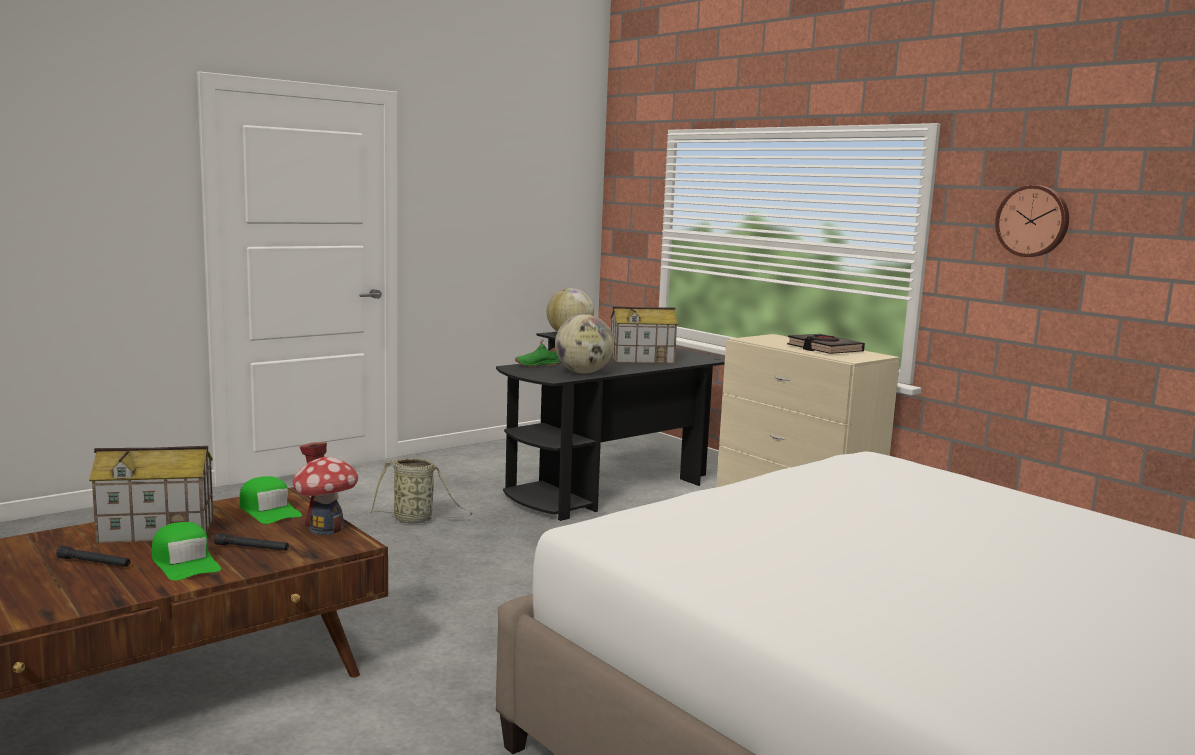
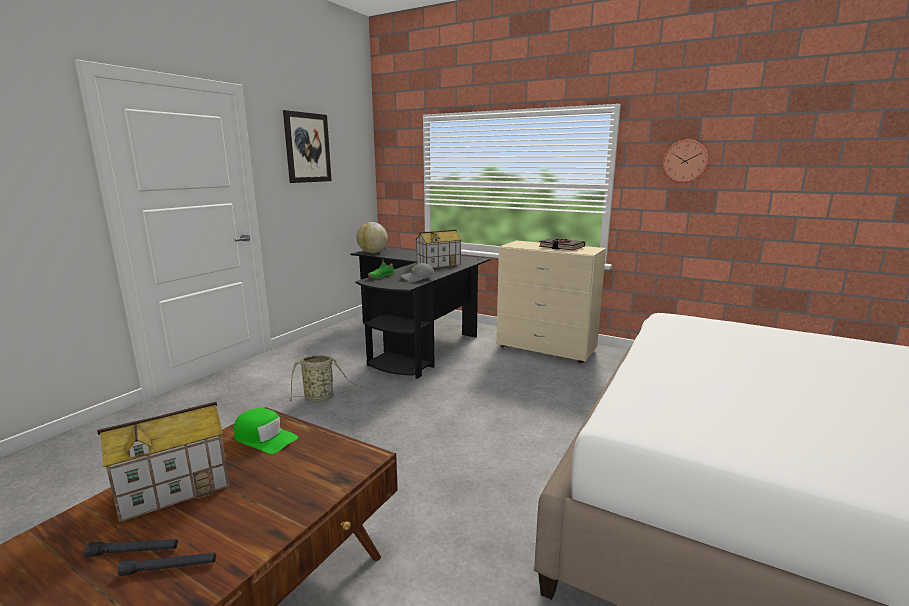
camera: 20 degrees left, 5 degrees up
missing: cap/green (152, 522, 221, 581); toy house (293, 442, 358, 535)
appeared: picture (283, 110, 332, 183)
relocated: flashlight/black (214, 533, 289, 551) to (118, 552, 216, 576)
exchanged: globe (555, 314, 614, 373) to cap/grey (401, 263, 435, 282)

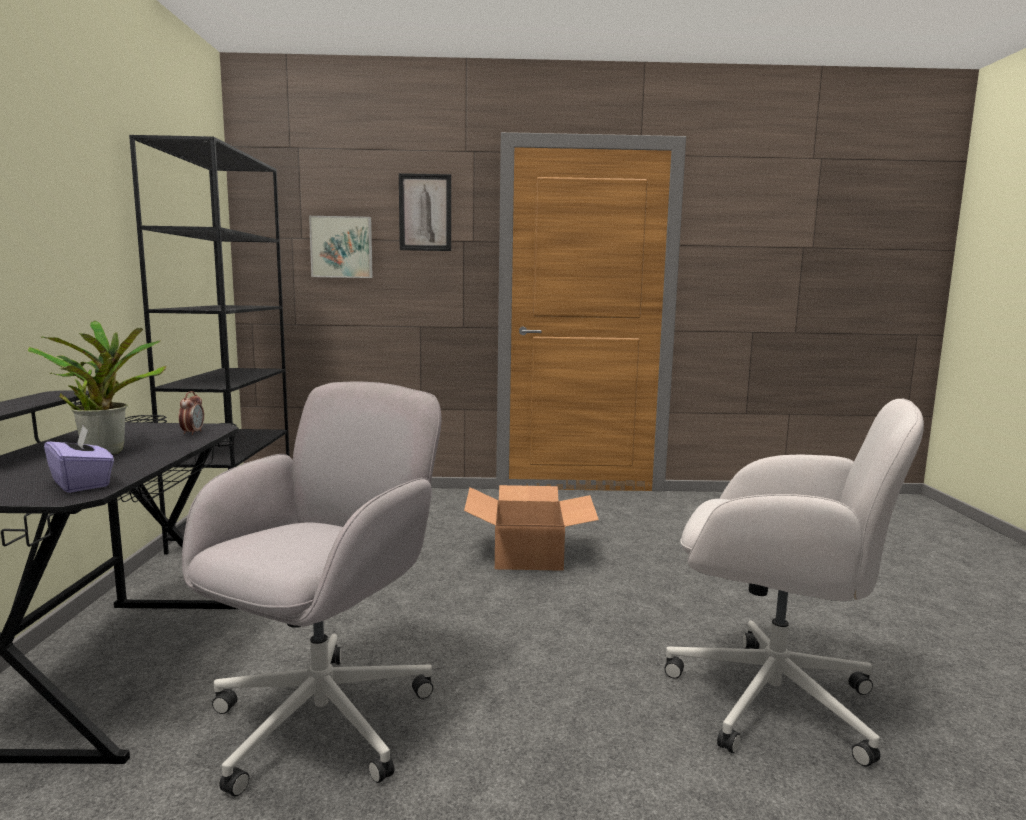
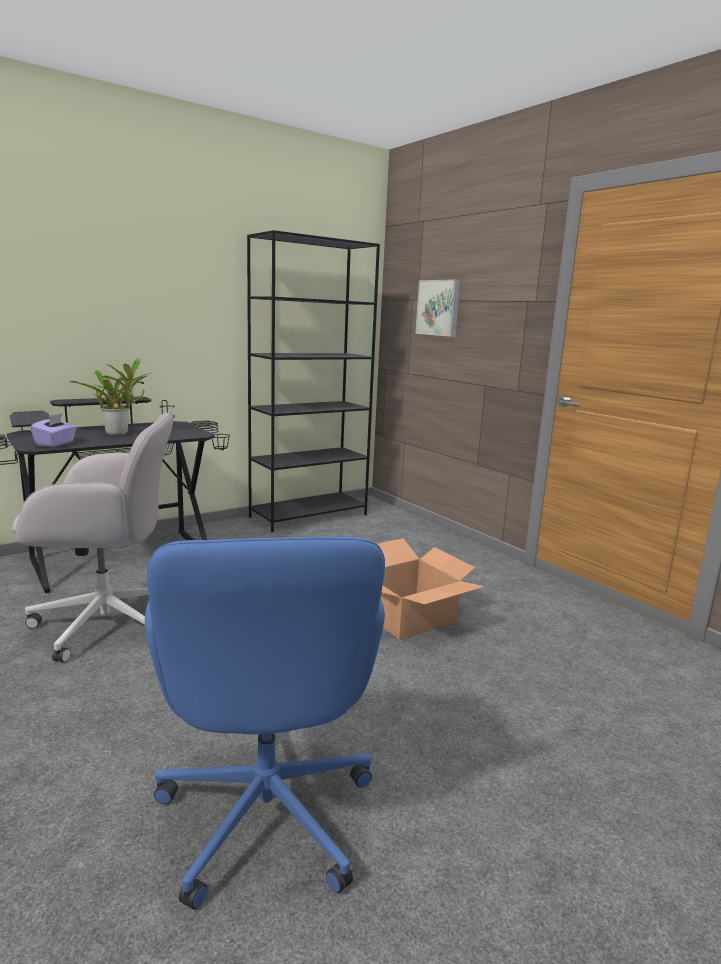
camera: 55 degrees right, 5 degrees up
missing: alarm clock (179, 391, 204, 435); picture (399, 173, 451, 251)
colour: office chair/white (664, 398, 924, 767) to office chair/blue (145, 537, 385, 910)

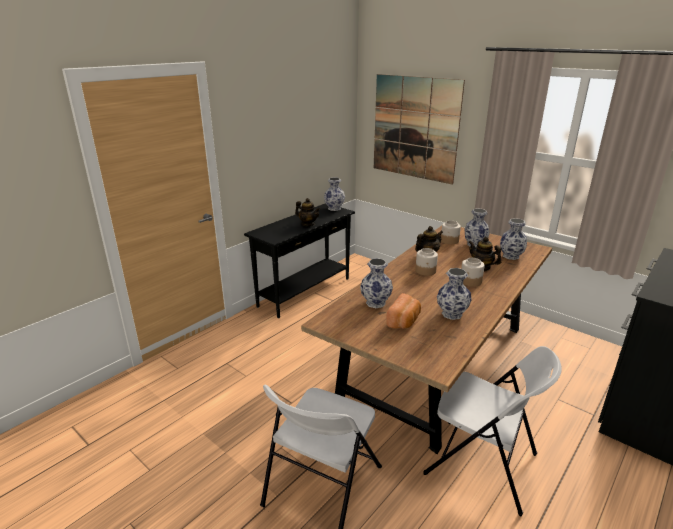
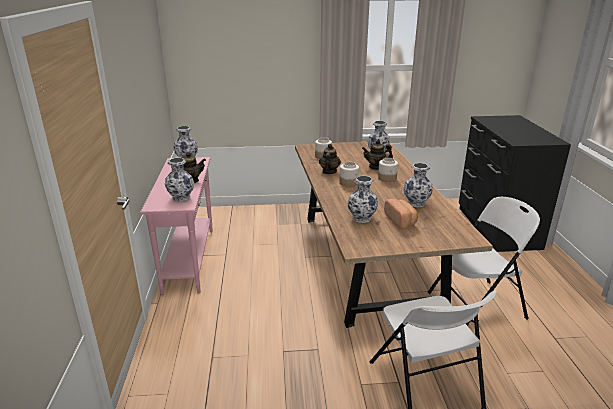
camera: 45 degrees left, 0 degrees up
missing: picture (374, 74, 465, 185)
relocated: vase (465, 208, 489, 248) to (165, 158, 194, 202)
colour: console table/black (244, 203, 355, 318) to console table/pink (140, 157, 213, 295)

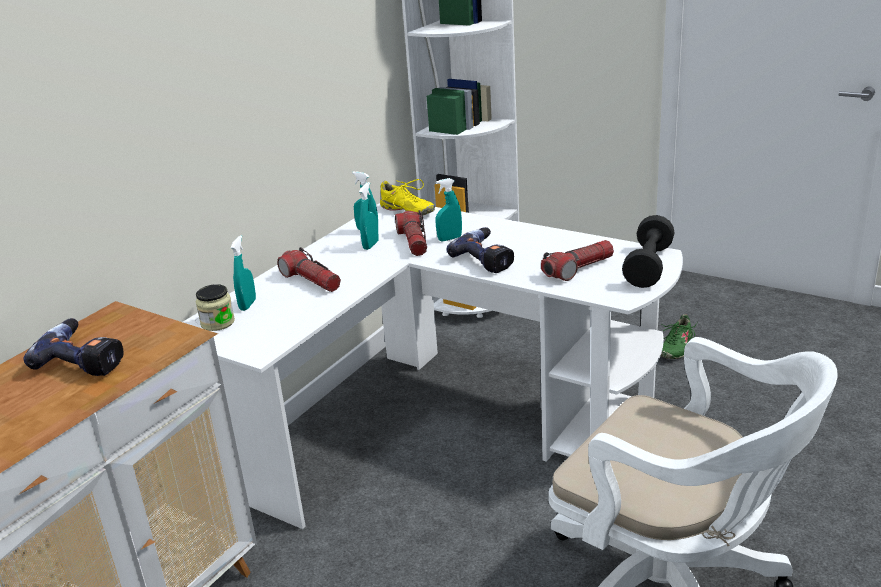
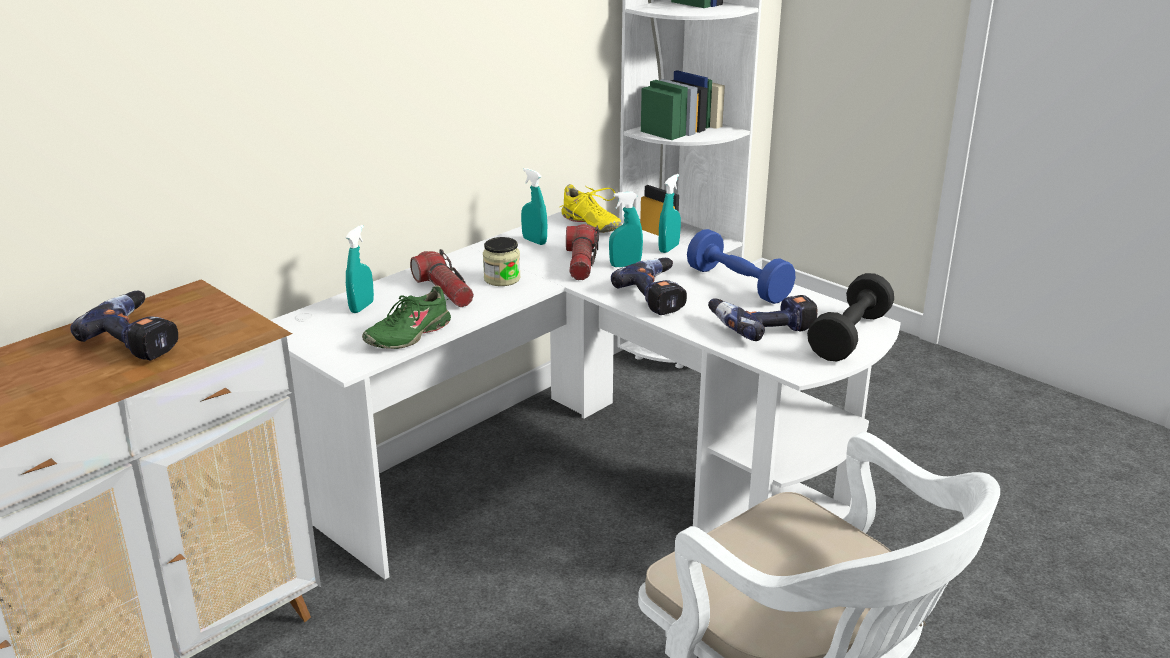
camera: 10 degrees right, 0 degrees up
appeared: dumbbell/blue (687, 229, 795, 304)
relocated: jar (196, 284, 235, 331) to (483, 237, 521, 286); spray bottle/turquoise (359, 182, 379, 250) to (658, 174, 681, 253); shoe/green (661, 314, 697, 359) to (362, 285, 451, 349)
exchanged: flashlight (541, 240, 614, 281) to power drill (708, 295, 817, 341)

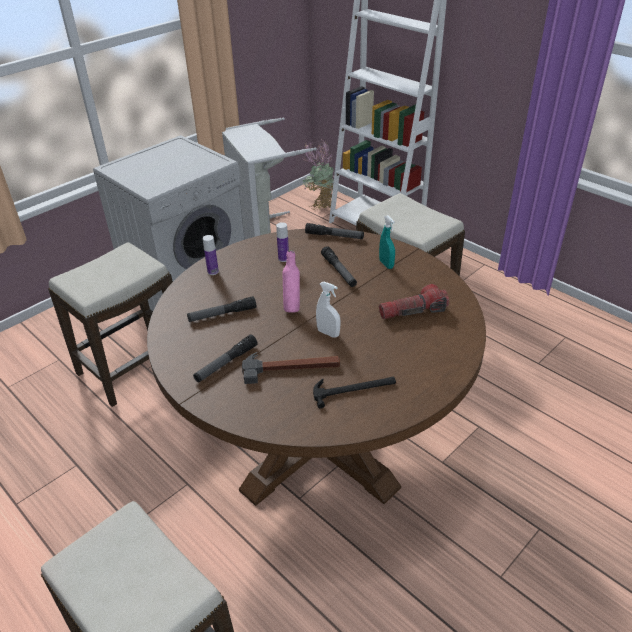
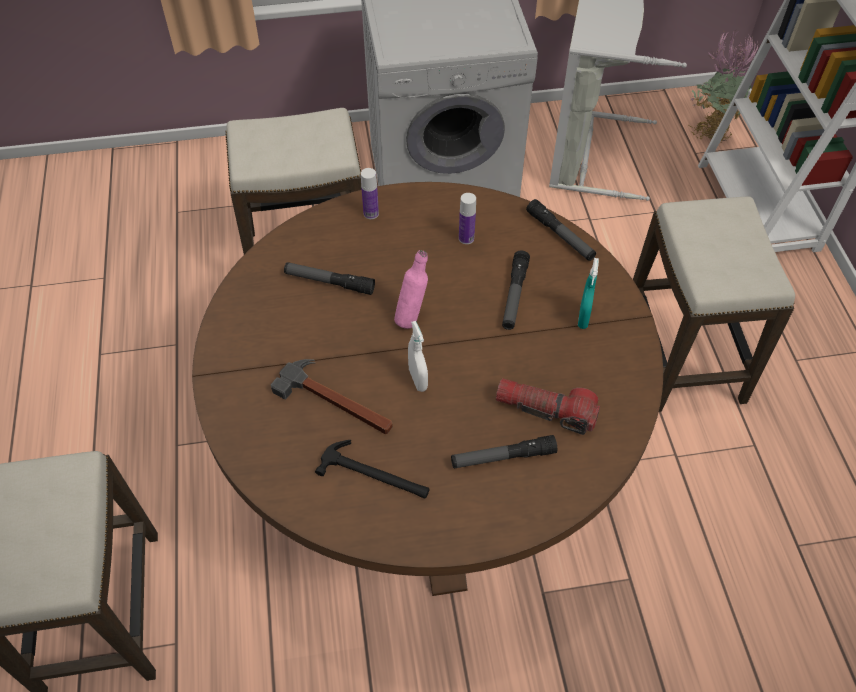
camera: 35 degrees right, 15 degrees up
relocated: flashlight (193, 334, 258, 382) to (451, 435, 557, 468)

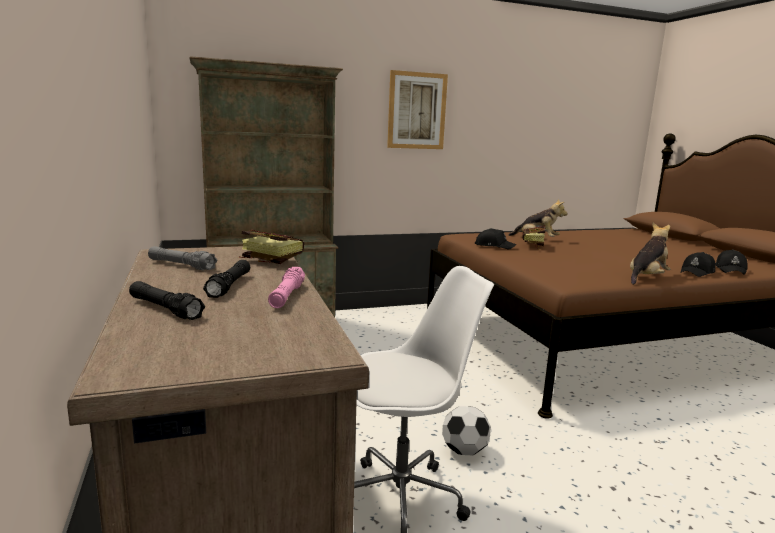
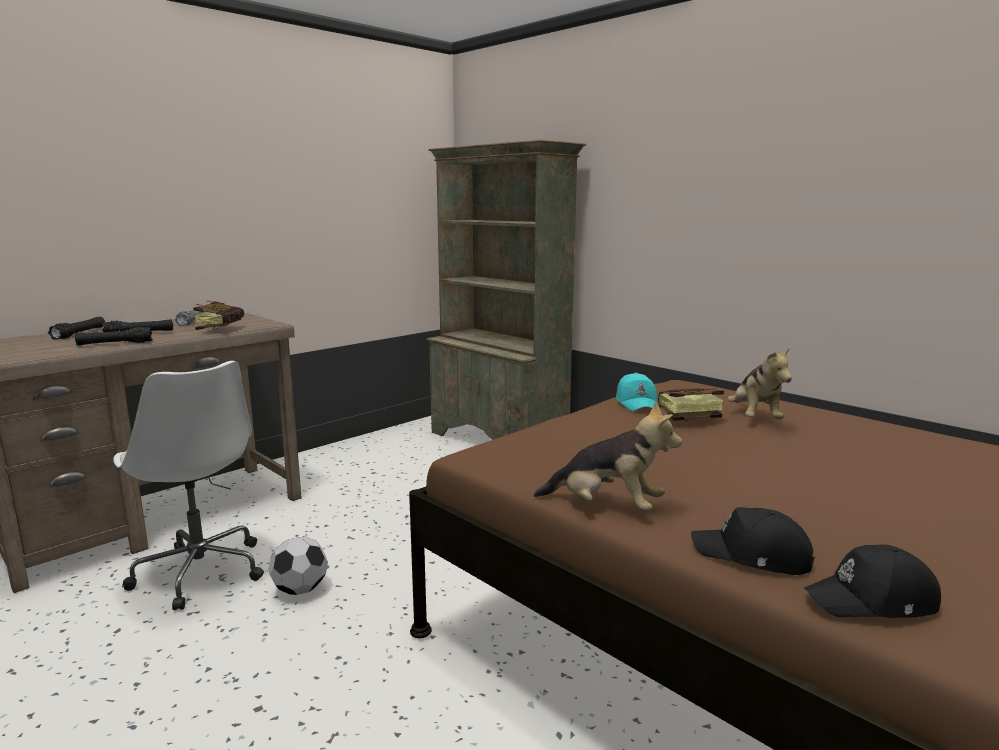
camera: 65 degrees right, 0 degrees up
missing: picture (387, 70, 448, 149)
colour: flashlight/pink (268, 267, 305, 308) to flashlight/black (75, 327, 153, 345); cap/black (475, 228, 516, 249) to cap/turquoise (616, 373, 658, 411)

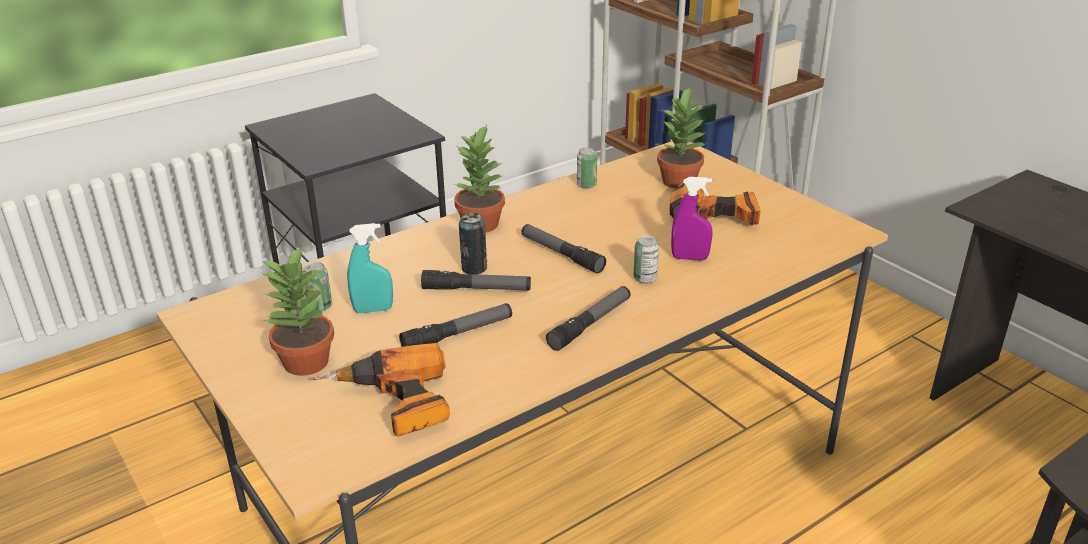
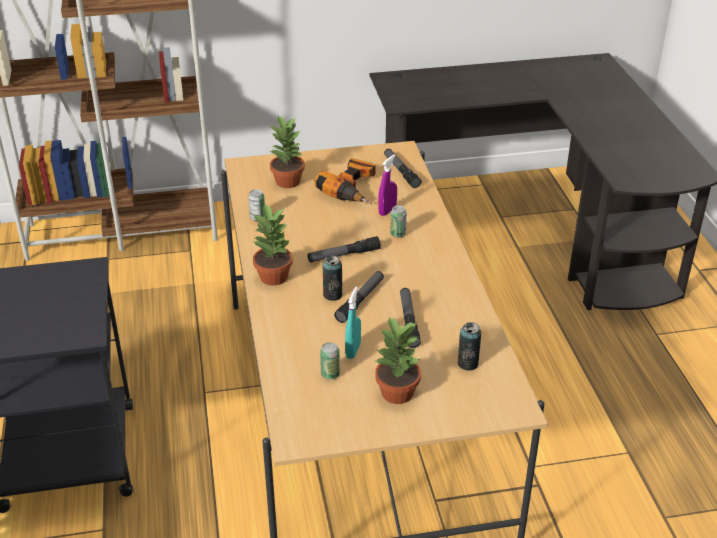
camera: 65 degrees left, 5 degrees up
relocated: flashlight (546, 286, 631, 351) to (384, 149, 421, 188)
exchanged: power drill (313, 343, 450, 437) to can (458, 322, 481, 371)

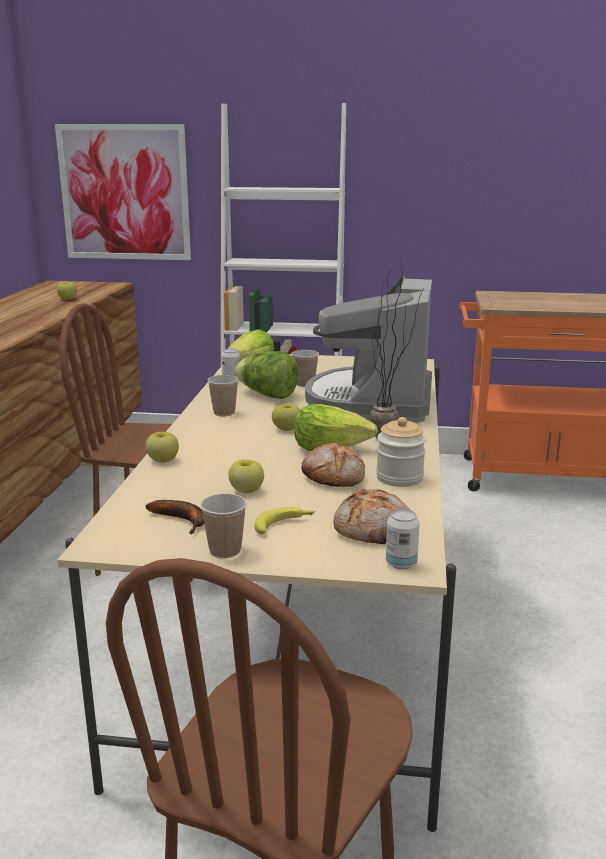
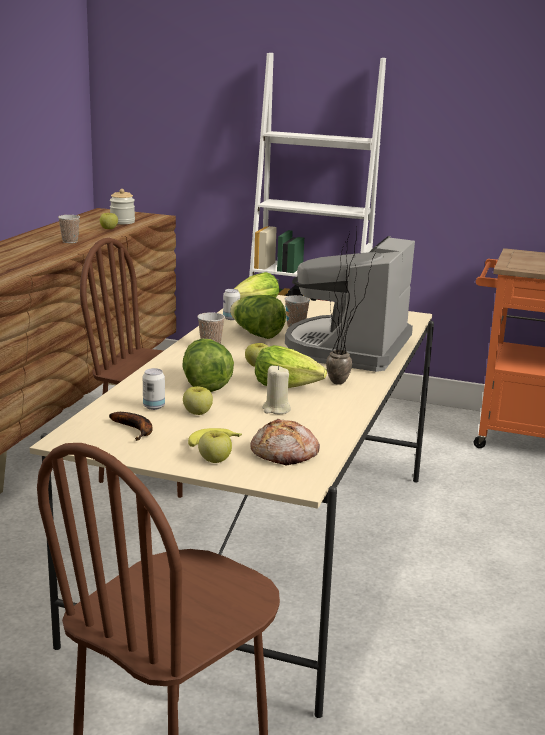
camera: 10 degrees right, 0 degrees up
missing: picture (55, 124, 191, 260)
appeared: lettuce (182, 339, 234, 392)
relocated: apple (146, 432, 179, 463) to (198, 430, 232, 463); cup (200, 493, 247, 558) to (58, 215, 80, 243); jar (376, 417, 426, 487) to (110, 189, 135, 224); can (386, 509, 420, 570) to (143, 368, 165, 410)
exchanged: bread (301, 443, 365, 487) to candle/beige (262, 365, 291, 414)

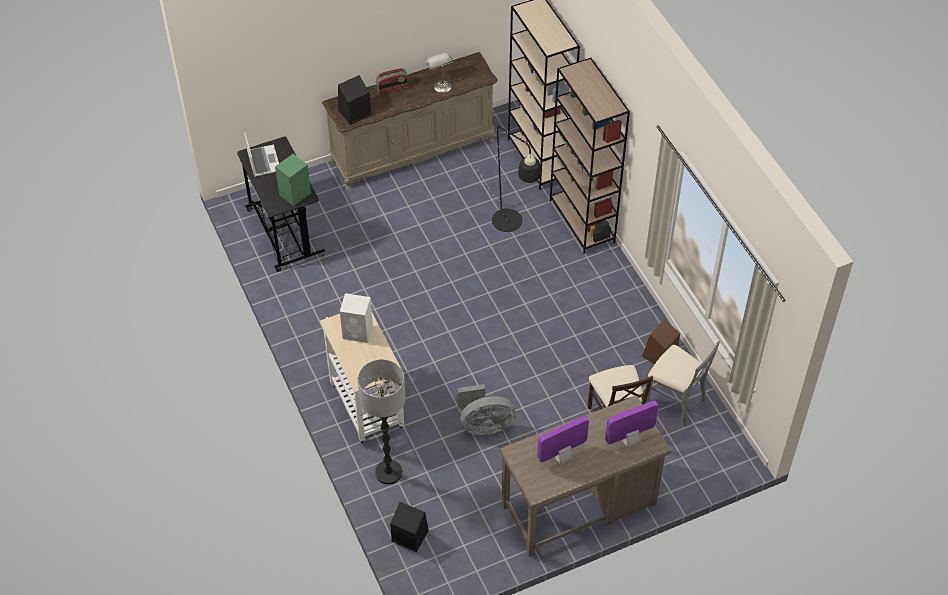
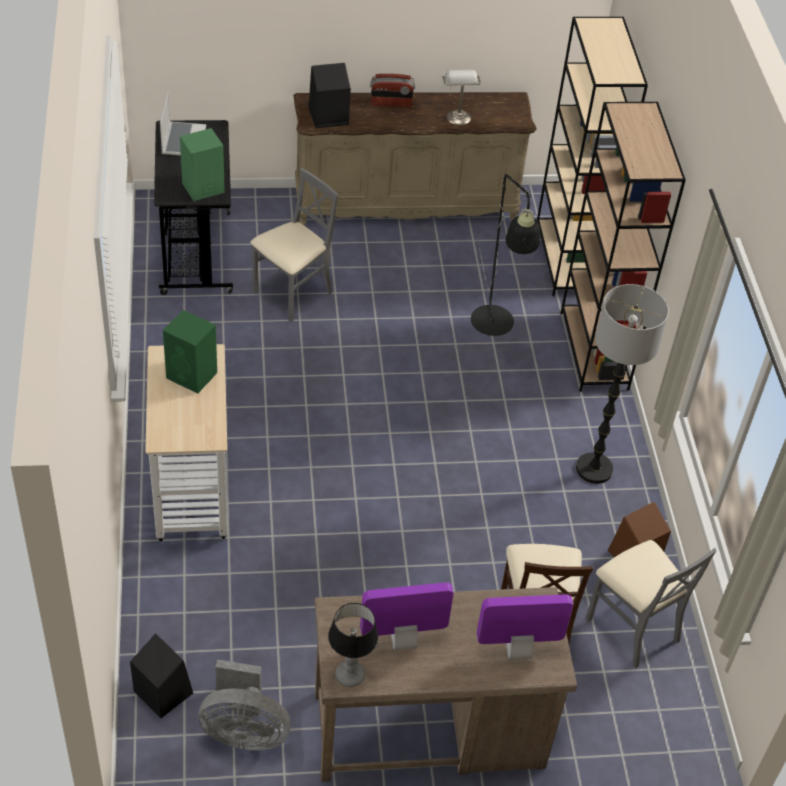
camera: 15 degrees right, 5 degrees down
appeared: chair/grey (250, 168, 339, 322); table lamp (328, 603, 378, 687)
relocated: floor lamp (358, 359, 405, 485) to (576, 284, 669, 484); fan/grey (457, 384, 516, 435) to (199, 659, 291, 751)
colour: speaker/white (340, 293, 373, 343) to speaker/green (163, 310, 217, 394)

